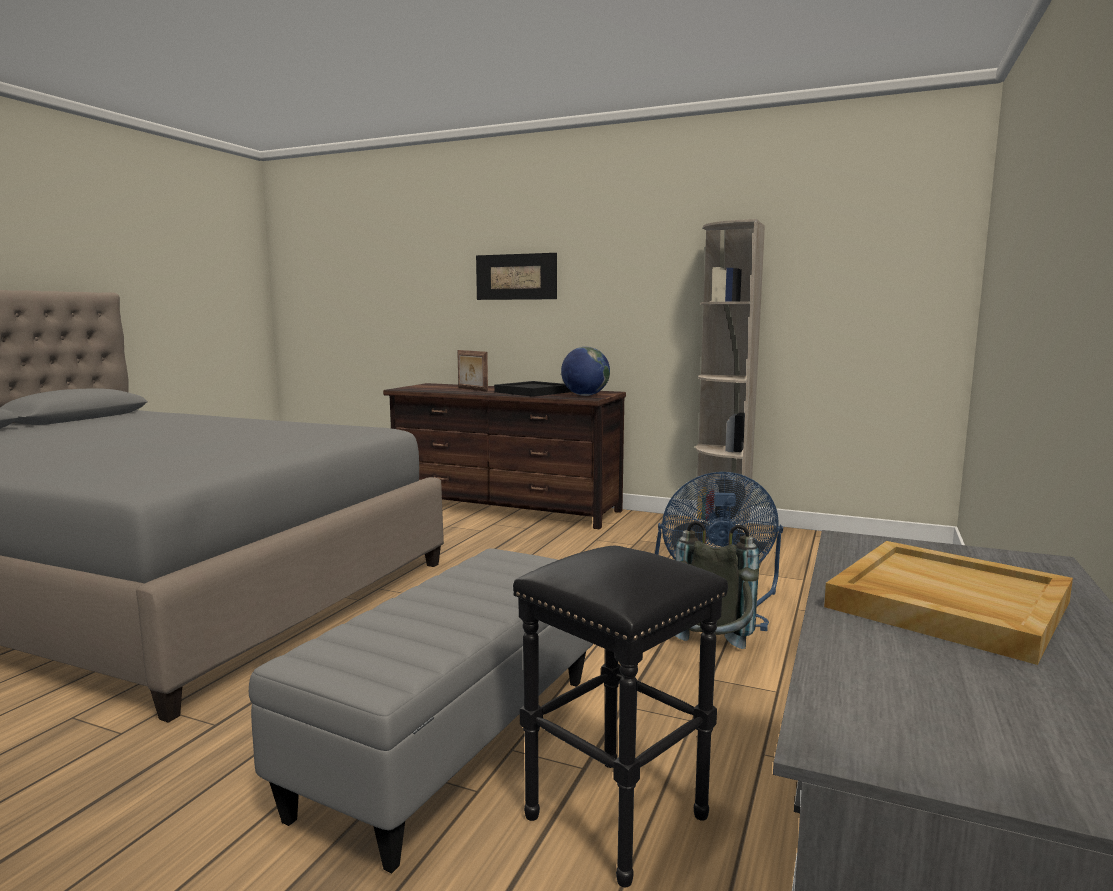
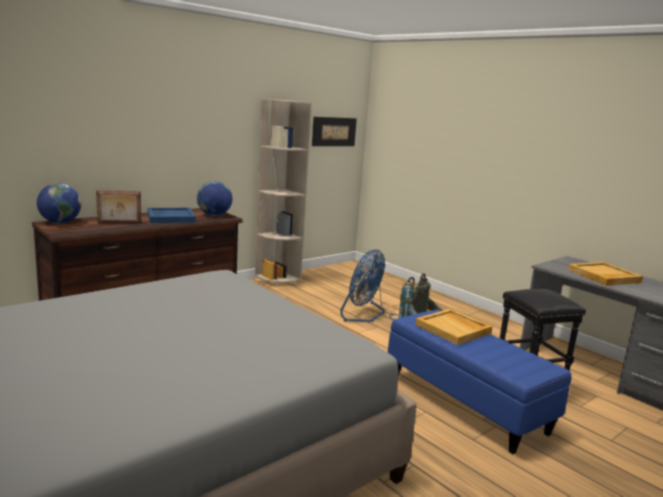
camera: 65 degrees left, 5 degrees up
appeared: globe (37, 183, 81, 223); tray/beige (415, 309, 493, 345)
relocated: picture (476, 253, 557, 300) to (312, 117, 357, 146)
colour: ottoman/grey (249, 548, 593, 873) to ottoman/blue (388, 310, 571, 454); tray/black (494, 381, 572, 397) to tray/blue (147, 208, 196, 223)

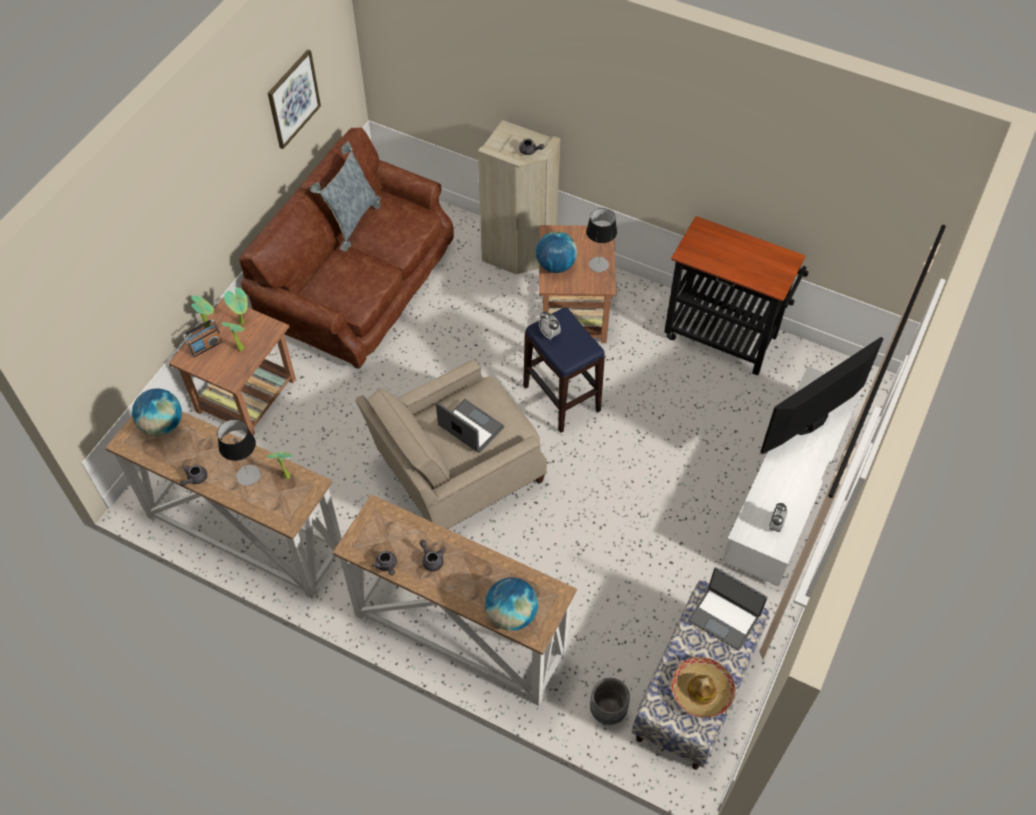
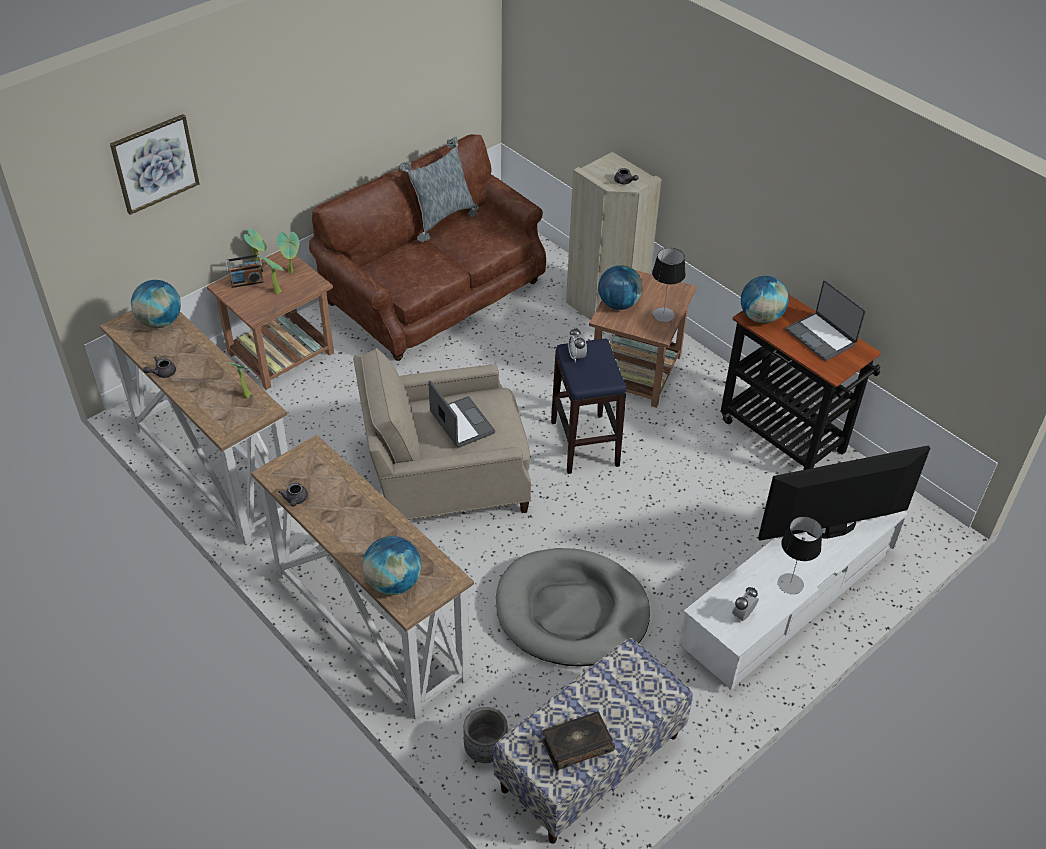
camera: 20 degrees right, 10 degrees down
missing: teapot/grey (420, 540, 444, 571)
appeared: dog bed/grey (496, 548, 650, 666); globe (741, 276, 789, 323)
relocated: table lamp (217, 419, 261, 486) to (778, 516, 822, 594); picture (268, 50, 321, 149) to (110, 114, 199, 215); laptop (688, 567, 767, 651) to (786, 280, 866, 361)
exchanged: hat (671, 657, 735, 718) to book (542, 711, 615, 771)

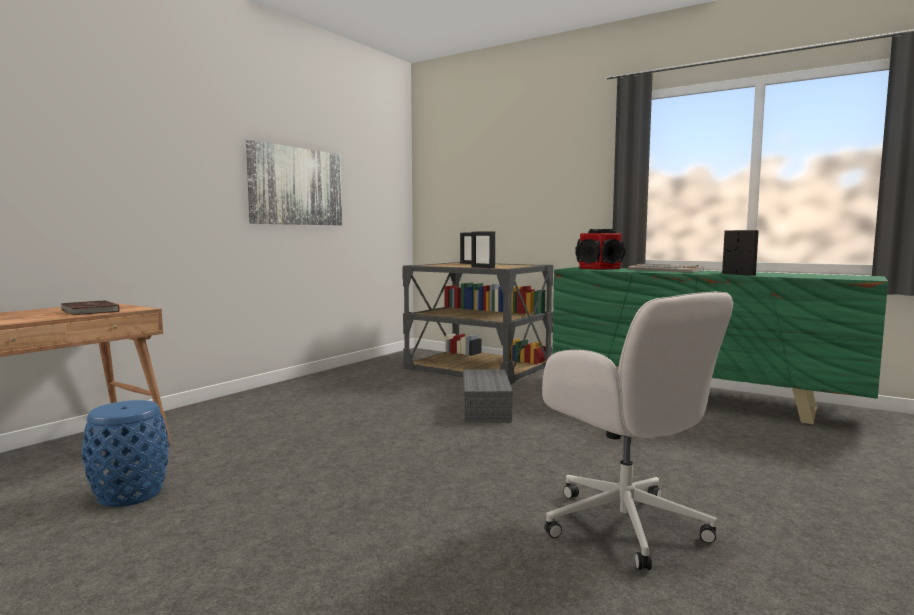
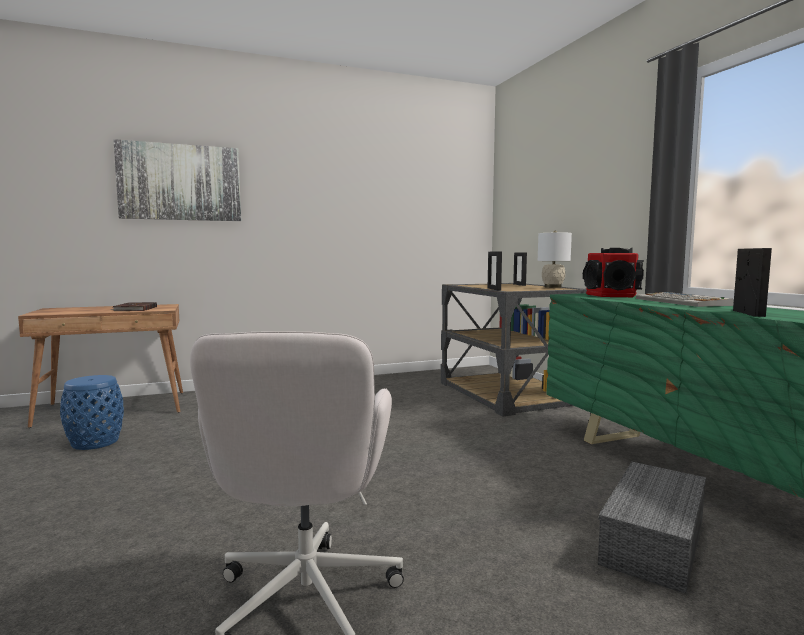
camera: 35 degrees right, 0 degrees up
appeared: table lamp/white (538, 231, 572, 288)
relocated: picture (246, 140, 342, 225) to (113, 139, 241, 221); storage box/grey (463, 369, 513, 423) to (598, 462, 706, 594)

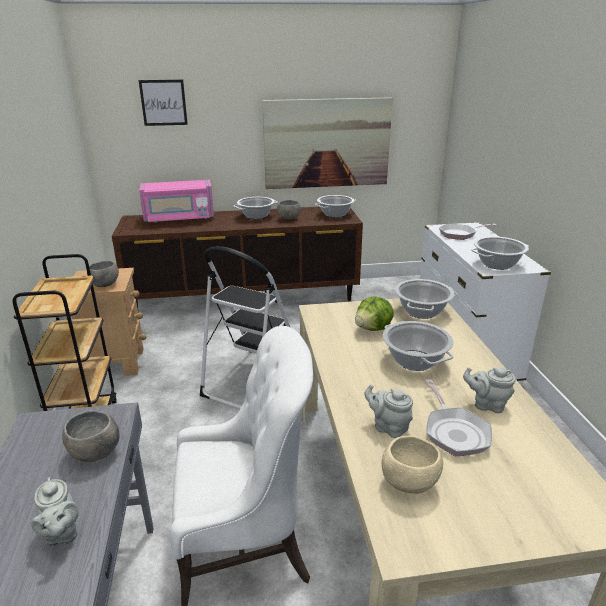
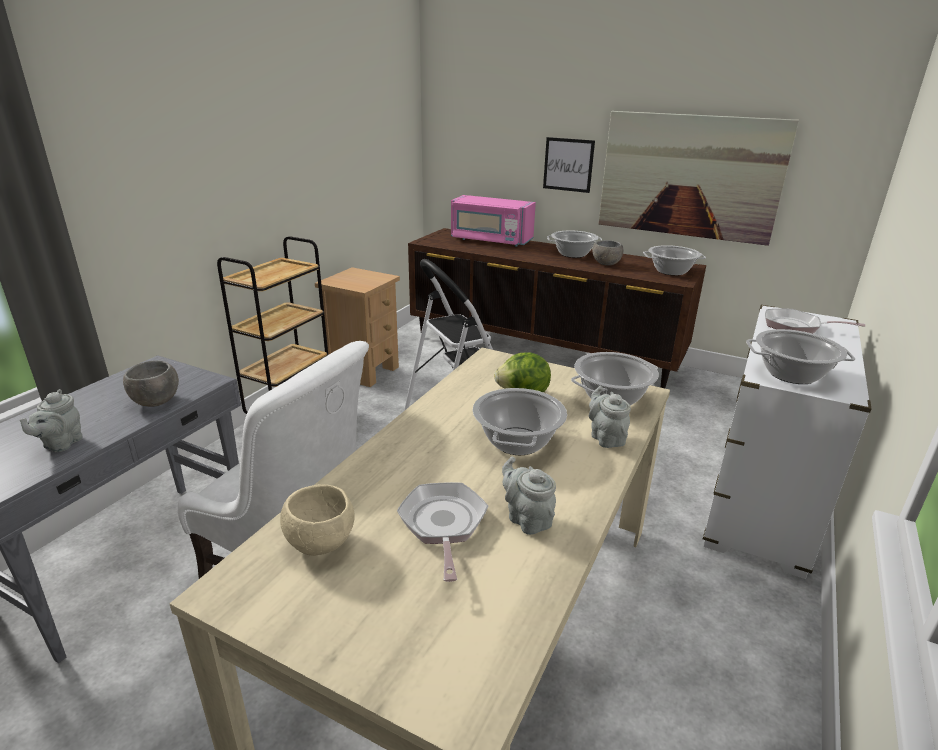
camera: 35 degrees right, 0 degrees up
missing: bowl/grey (87, 261, 119, 287)
relocated: picture (139, 80, 188, 126) to (543, 137, 595, 193); teapot/grey (365, 384, 413, 438) to (589, 386, 631, 448)
spun: frying pan (425, 379, 492, 456) = (397, 482, 488, 582) 150 degrees clockwise

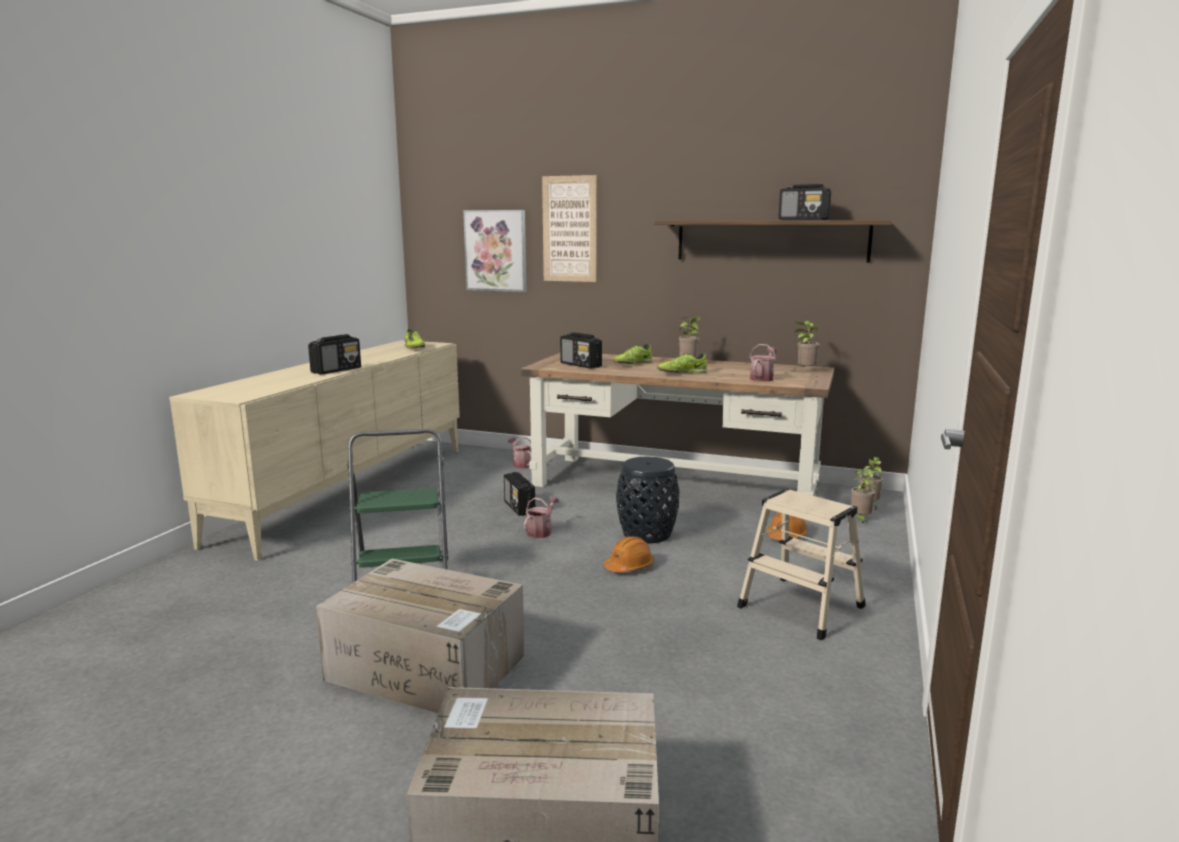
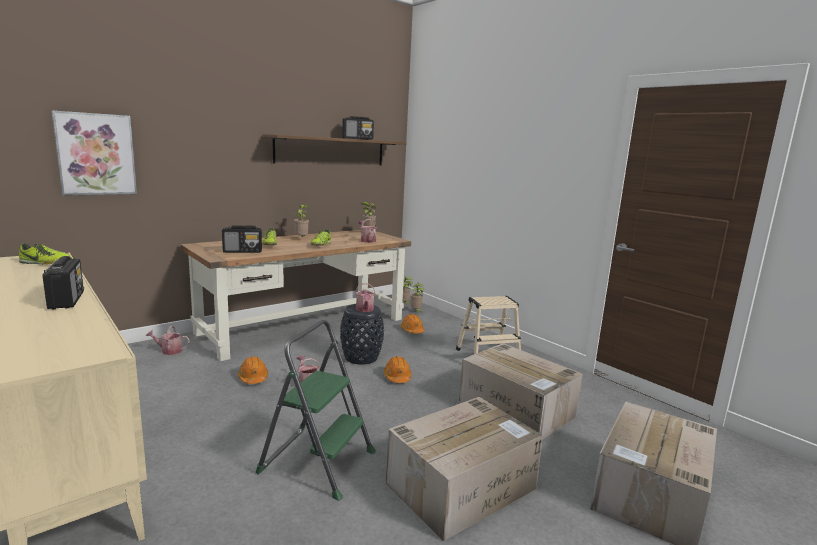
camera: 60 degrees left, 0 degrees up
missing: picture (542, 175, 597, 282)
appeared: watering can (355, 283, 375, 312); cardboard box (459, 343, 583, 439)
exchanged: radio (504, 472, 535, 516) to hard hat/orange (238, 356, 268, 384)

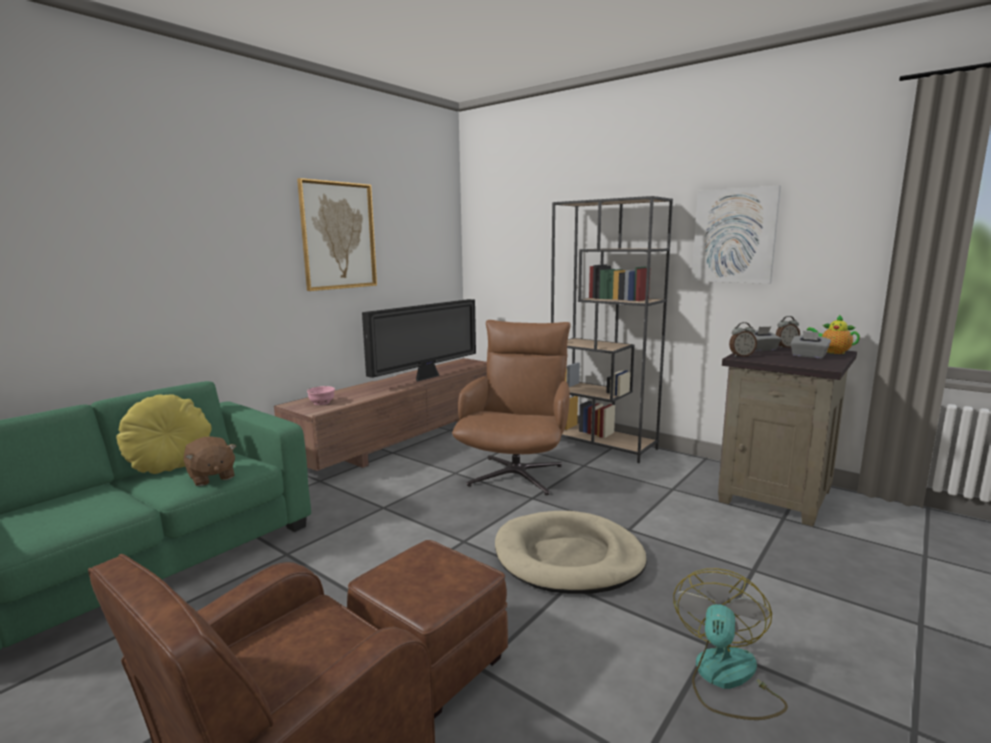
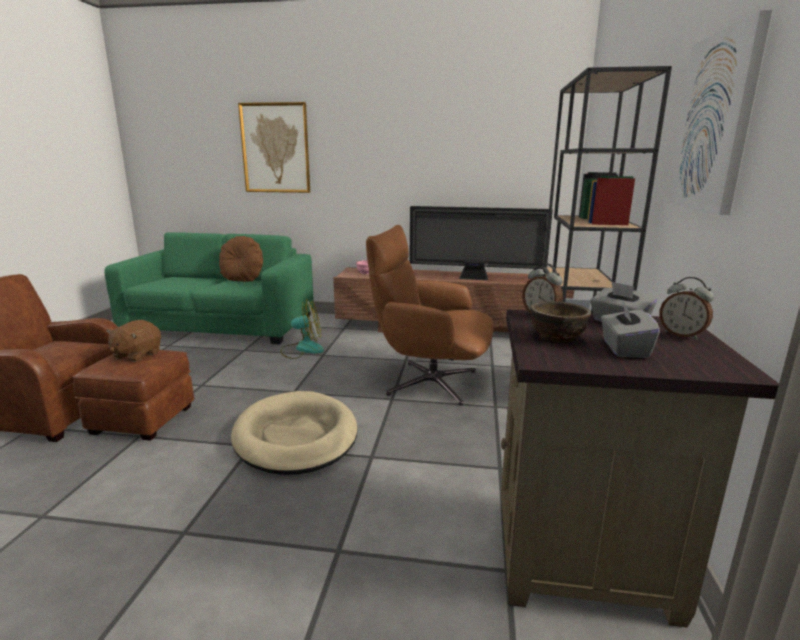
camera: 60 degrees right, 5 degrees up
missing: teapot (807, 315, 860, 354)
appeared: bowl/brown (530, 301, 591, 343)
relocated: plush toy/brown (184, 436, 236, 486) to (106, 320, 161, 362); picture (297, 178, 377, 291) to (238, 102, 310, 193); fan (673, 568, 788, 720) to (280, 299, 324, 359)
colour: pillow/yellow (116, 394, 211, 474) to pillow/brown (219, 236, 263, 282)
spun: armchair/brown (452, 320, 571, 495) = (366, 225, 494, 405) 150 degrees counterclockwise

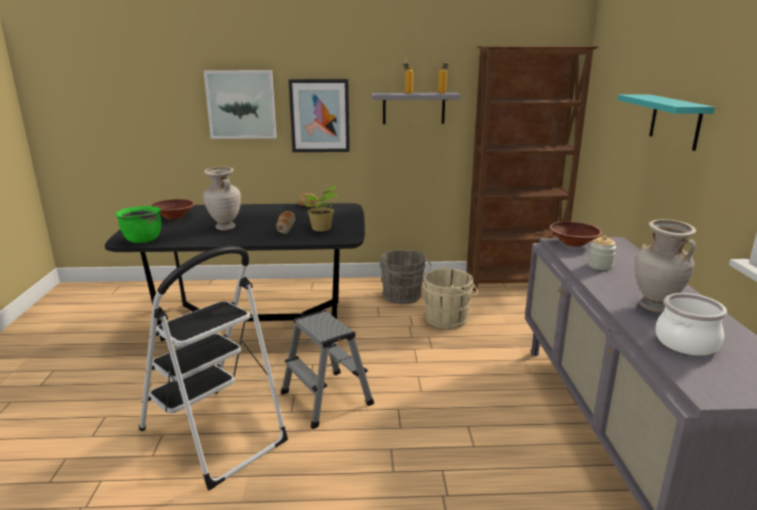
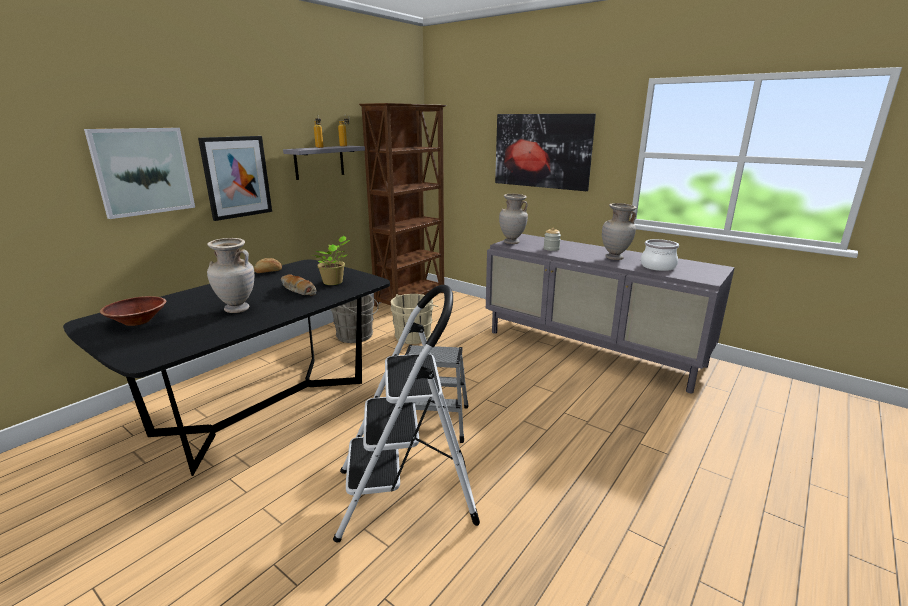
camera: 50 degrees left, 0 degrees up
missing: cooking pot/green (116, 206, 161, 243)
exchanged: bowl/brown (550, 222, 602, 247) to vase/beige (499, 194, 528, 244); shelf/turquoise (618, 94, 715, 151) to picture (495, 114, 596, 191)

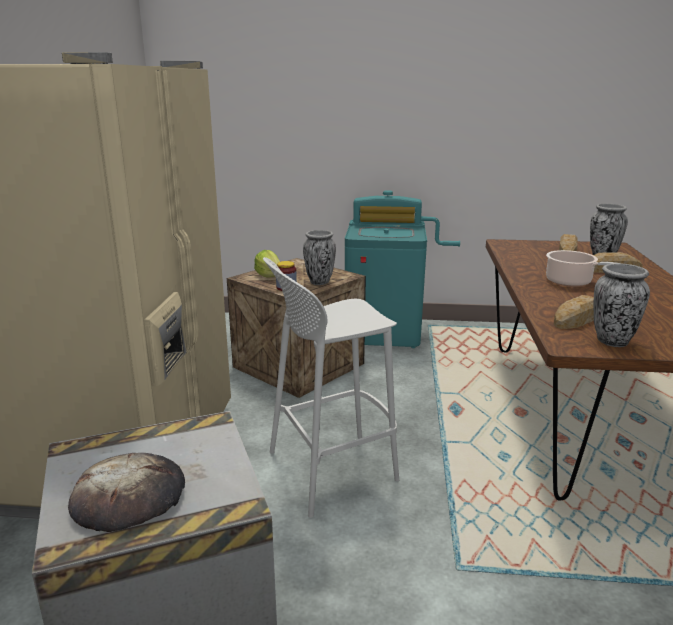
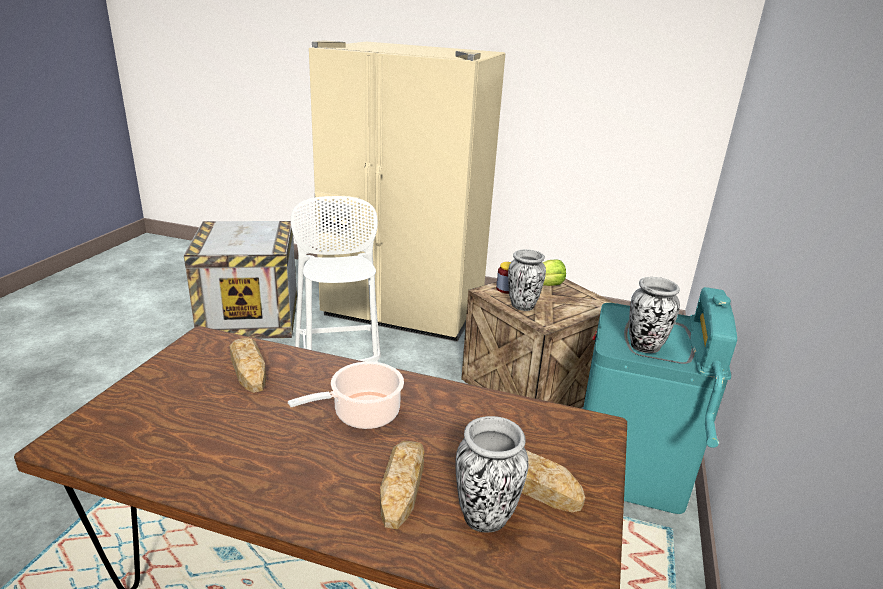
camera: 100 degrees right, 5 degrees up
missing: bread (68, 453, 185, 532)
relocated: vase (594, 263, 650, 347) to (629, 277, 680, 353)

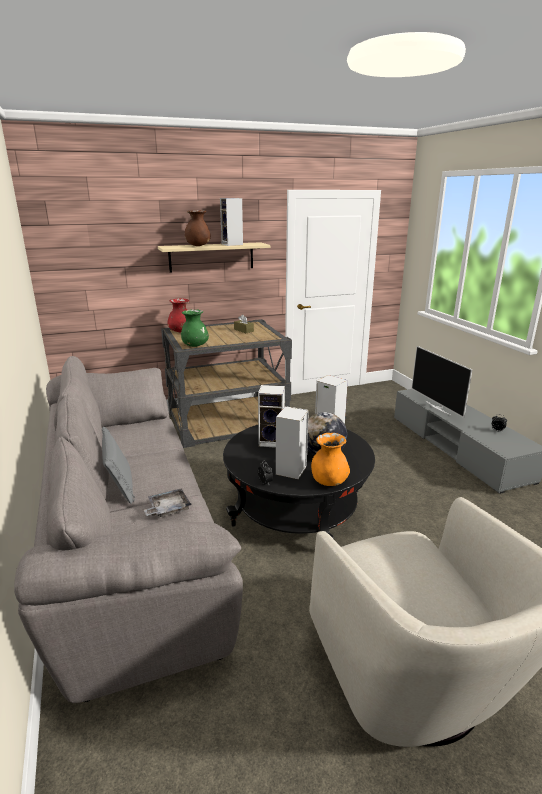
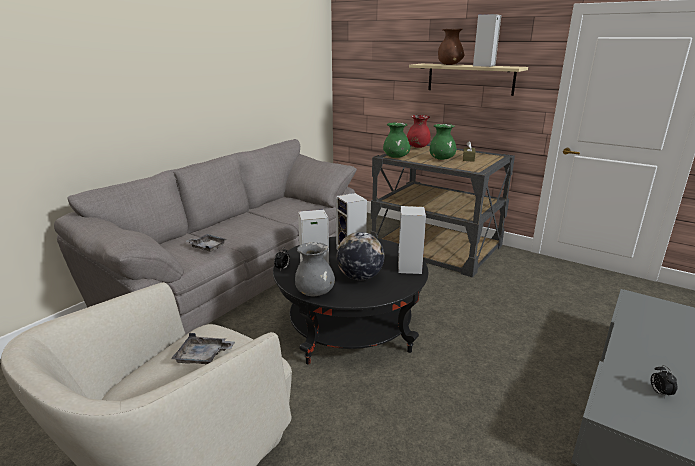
camera: 55 degrees right, 0 degrees up
missing: pillow/grey (102, 427, 135, 504); television (411, 346, 472, 418)
appeared: tray/grey (171, 333, 235, 365); vase/green (430, 124, 457, 160)
colour: vase/orange (311, 433, 350, 486) to vase/grey (295, 242, 335, 297)

